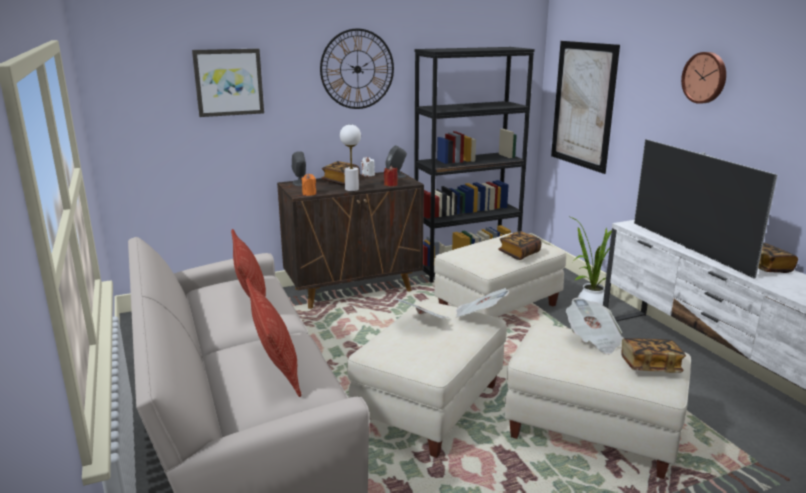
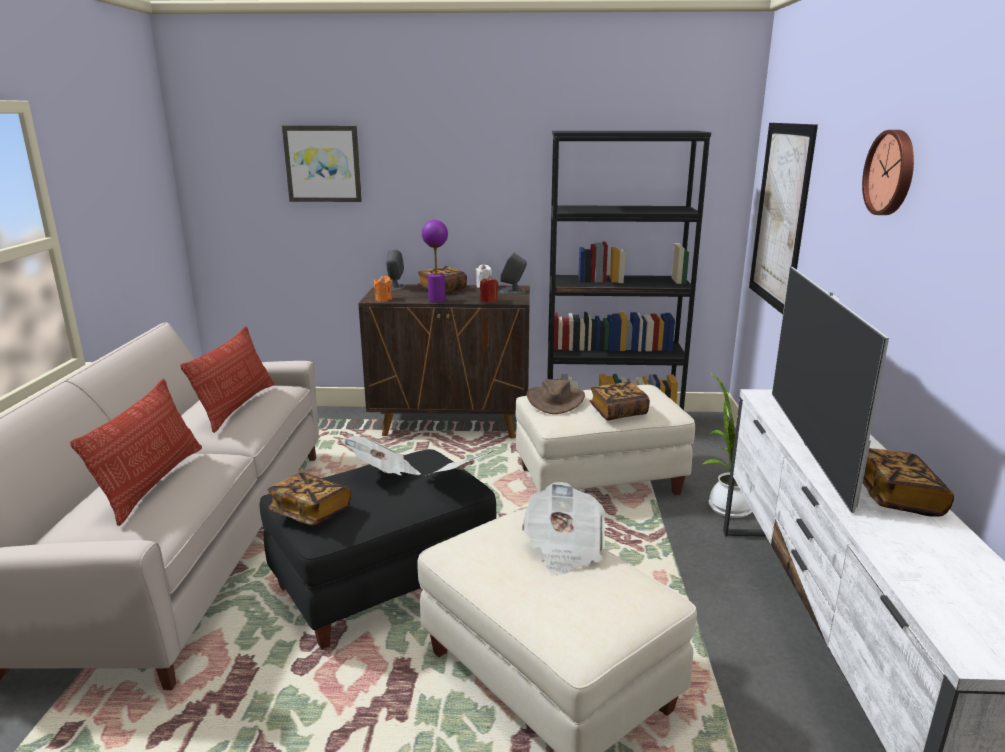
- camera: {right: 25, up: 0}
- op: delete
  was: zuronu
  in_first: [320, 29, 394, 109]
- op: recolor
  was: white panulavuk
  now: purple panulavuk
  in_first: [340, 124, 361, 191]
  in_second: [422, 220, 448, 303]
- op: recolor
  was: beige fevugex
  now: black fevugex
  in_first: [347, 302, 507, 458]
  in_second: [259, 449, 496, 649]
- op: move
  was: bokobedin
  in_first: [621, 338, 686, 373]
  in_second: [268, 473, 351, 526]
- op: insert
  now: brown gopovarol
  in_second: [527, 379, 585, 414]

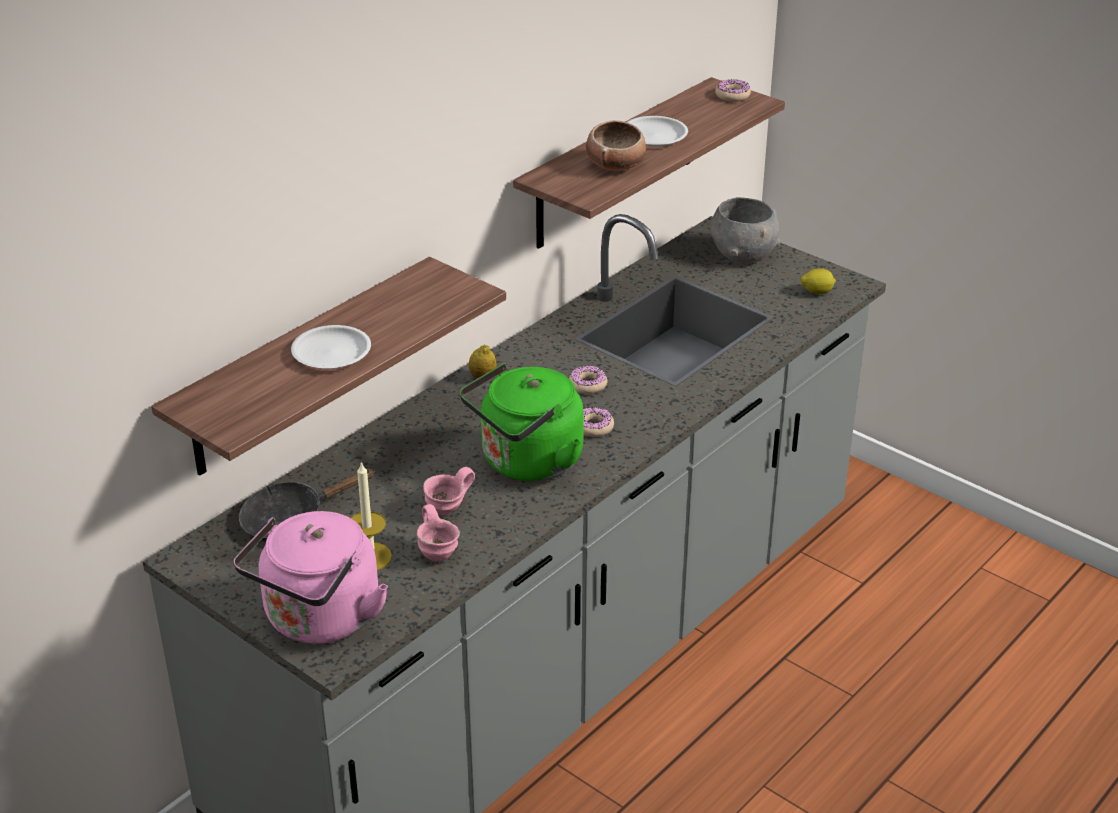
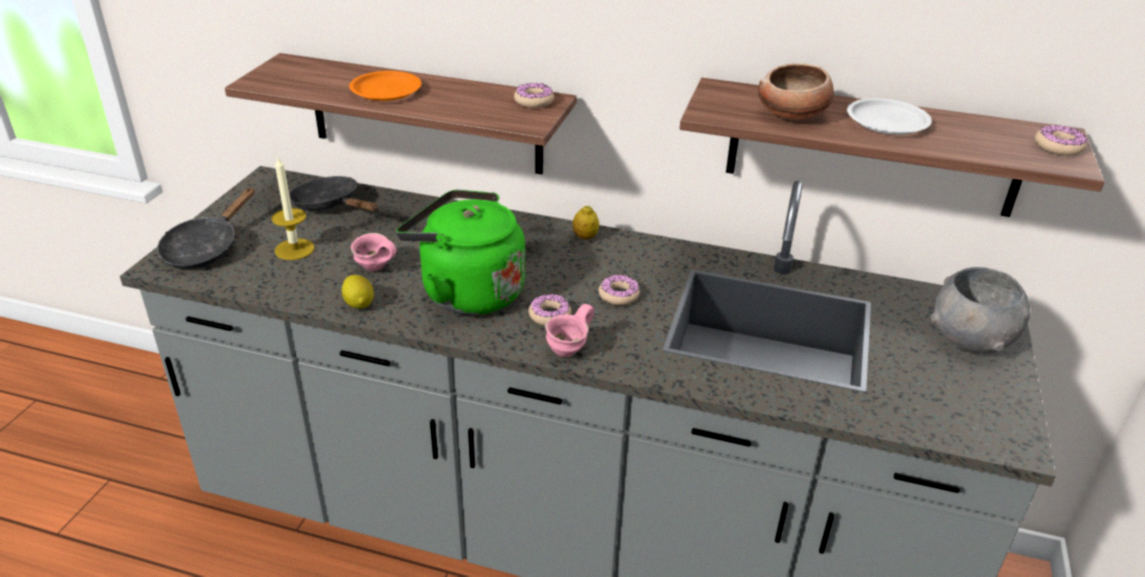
- camera: {right: 65, up: 0}
- op: move
  was: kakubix
  in_first: [801, 268, 836, 294]
  in_second: [342, 275, 374, 309]
- op: recolor
  was: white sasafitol
  now: orange sasafitol
  in_first: [291, 325, 371, 369]
  in_second: [349, 71, 422, 101]
- op: move
  was: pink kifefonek
  in_first: [417, 504, 460, 562]
  in_second: [545, 304, 594, 357]
- op: replace
  was: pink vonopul
  now: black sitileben
  in_first: [233, 511, 388, 644]
  in_second: [157, 187, 255, 269]
- op: insert
  now: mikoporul
  in_second: [514, 83, 554, 108]

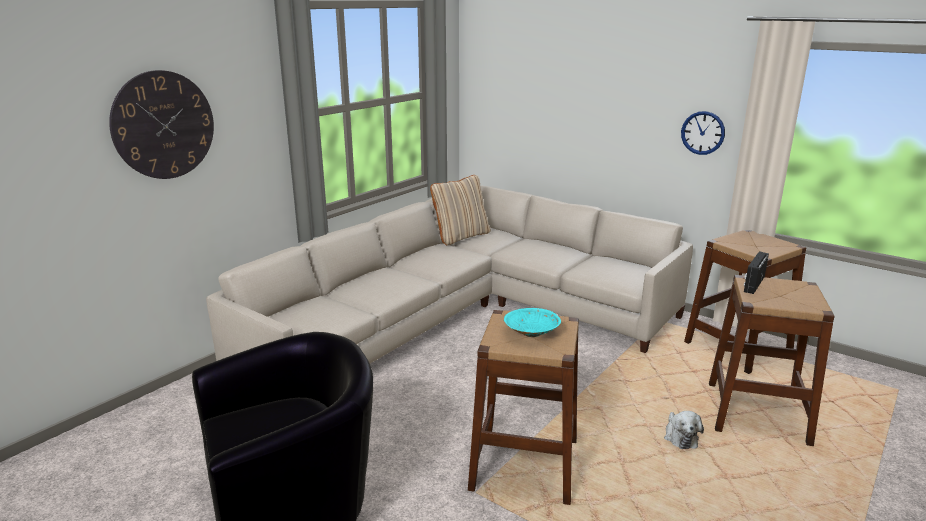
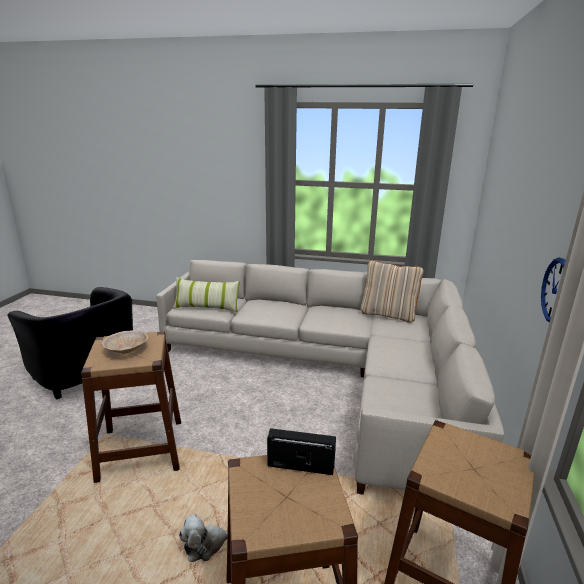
- camera: {right: 65, up: 0}
- op: delete
  was: zuronu
  in_first: [109, 70, 214, 179]
- op: recolor
  was: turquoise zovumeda
  now: beige zovumeda
  in_first: [504, 308, 561, 337]
  in_second: [102, 330, 148, 354]
- op: insert
  now: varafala
  in_second: [173, 277, 240, 312]

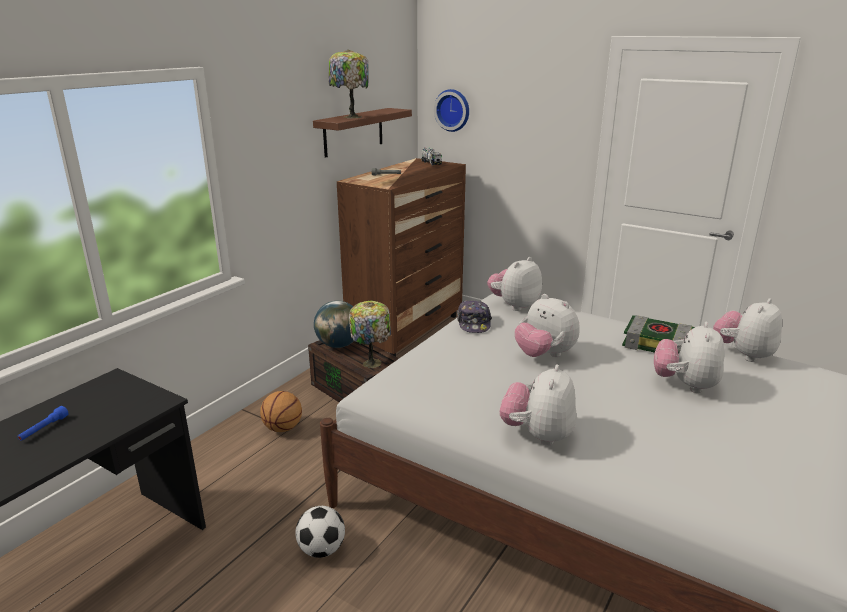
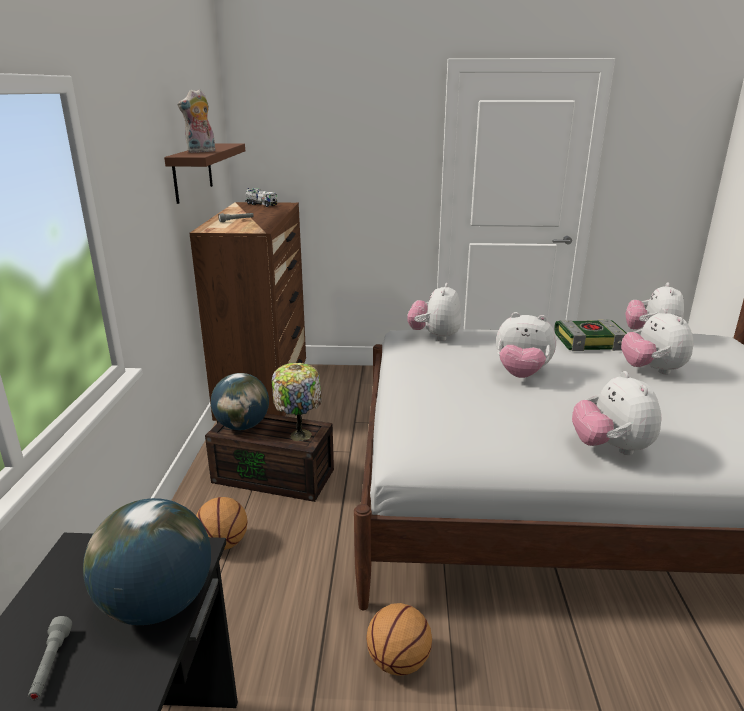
- camera: {right: -30, up: 0}
- op: replace
  was: panulavuk
  now: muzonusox
  in_first: [329, 49, 369, 118]
  in_second: [178, 89, 215, 153]
- op: delete
  was: zuronu
  in_first: [434, 89, 469, 132]
- op: delete
  was: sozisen
  in_first: [457, 300, 492, 333]
- op: recolor
  was: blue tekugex
  now: grey tekugex
  in_first: [17, 406, 68, 441]
  in_second: [28, 616, 72, 700]
- op: replace
  was: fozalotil
  now: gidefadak
  in_first: [295, 506, 345, 558]
  in_second: [366, 603, 432, 676]
- op: insert
  now: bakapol
  in_second: [83, 498, 211, 625]

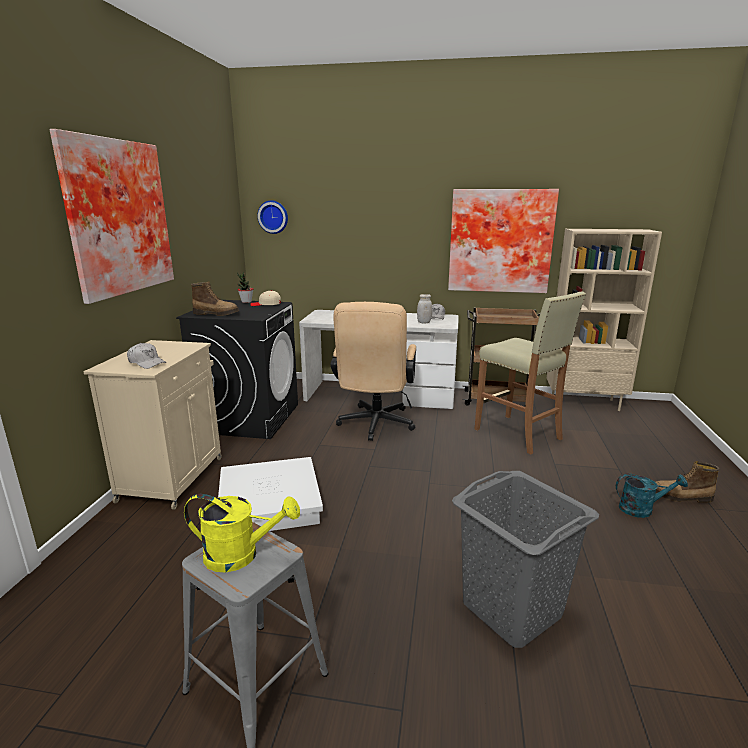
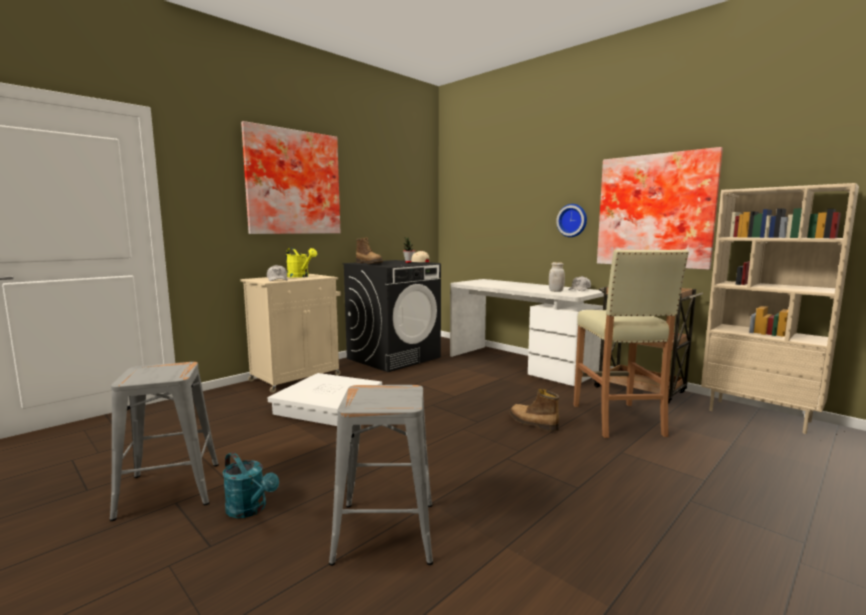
- camera: {right: 35, up: -10}
- op: move
  was: zuronu
  in_first: [257, 200, 288, 234]
  in_second: [556, 204, 587, 237]
- op: delete
  was: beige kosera
  in_first: [331, 302, 416, 441]
- op: move
  was: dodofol
  in_first: [655, 461, 719, 503]
  in_second: [510, 389, 559, 431]
- op: replace
  was: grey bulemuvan
  now: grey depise
  in_first: [452, 471, 599, 648]
  in_second: [329, 385, 433, 566]
- op: move
  was: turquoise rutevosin
  in_first: [616, 473, 688, 518]
  in_second: [223, 452, 279, 518]
- op: move
  was: yellow rutevosin
  in_first: [184, 494, 300, 572]
  in_second: [286, 248, 317, 278]

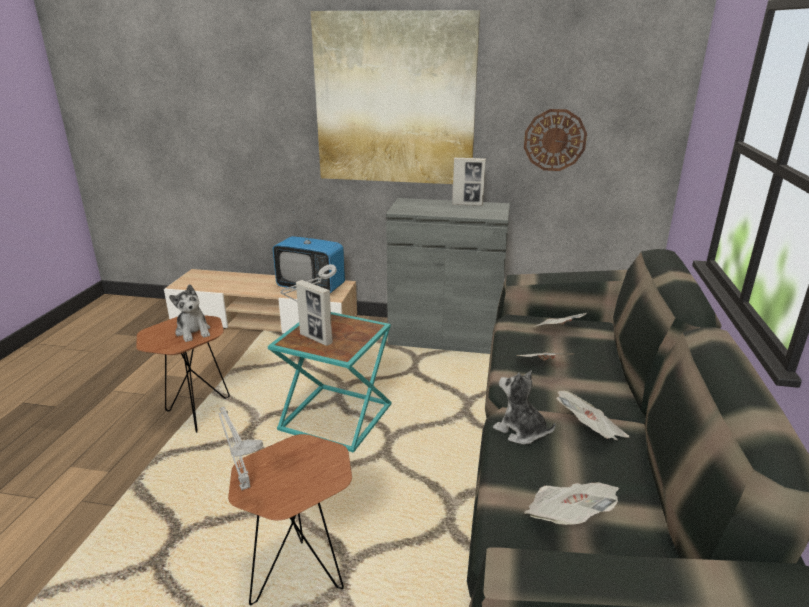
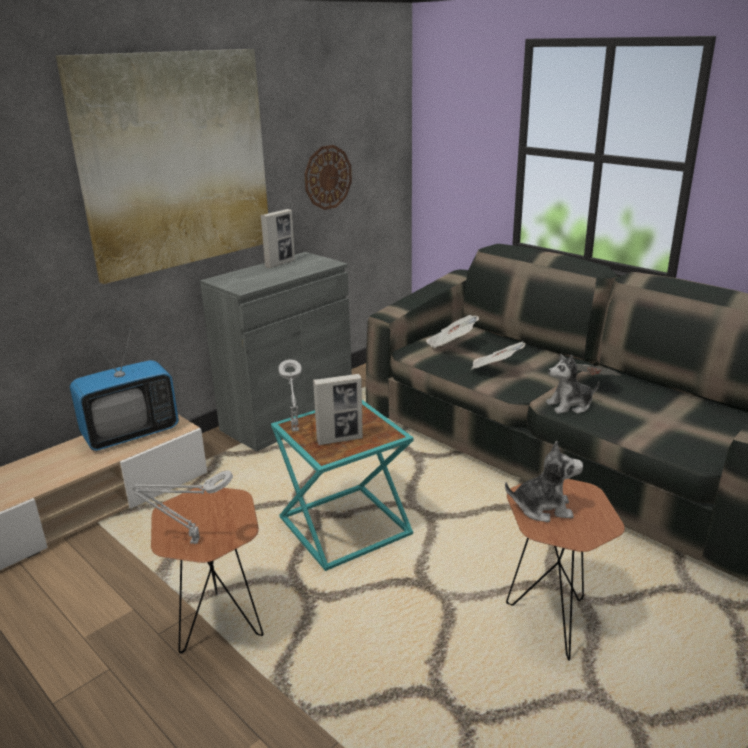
- camera: {right: -55, up: 0}
- op: move
  was: muzonusox
  in_first: [169, 284, 210, 342]
  in_second: [505, 441, 583, 522]
- op: move
  was: grey panulavuk
  in_first: [219, 407, 263, 490]
  in_second: [132, 470, 233, 544]
- op: delete
  was: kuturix
  in_first: [524, 482, 619, 525]

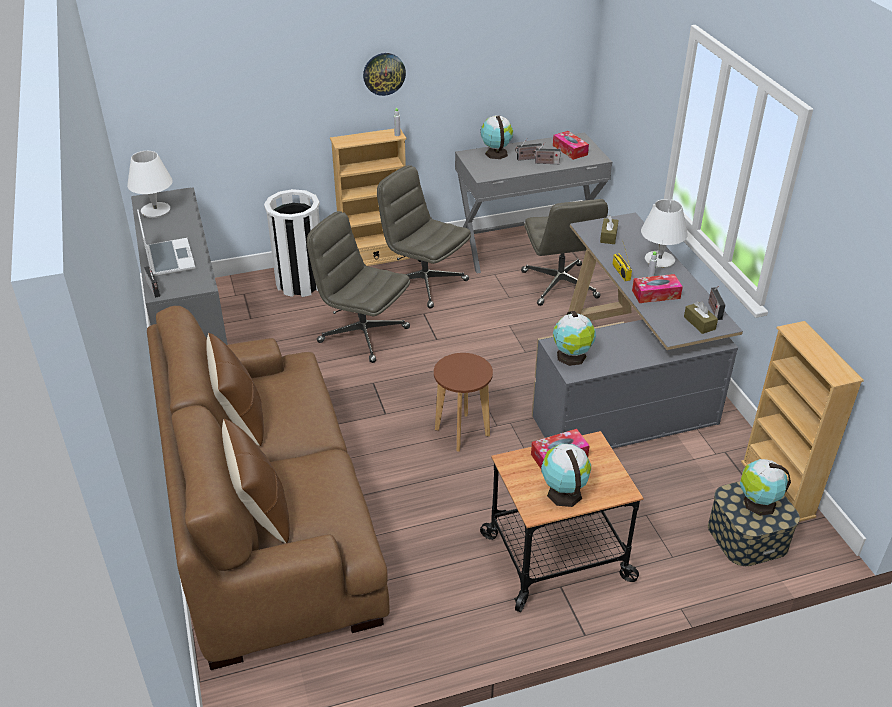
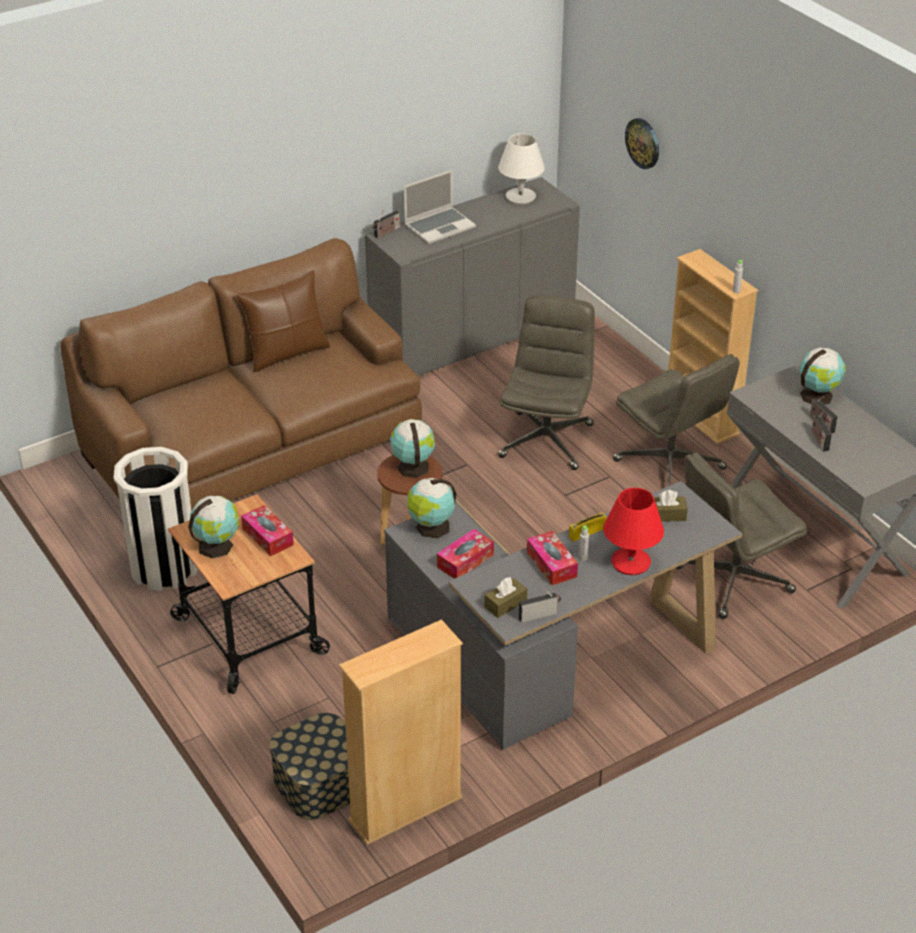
- camera: {right: 75, up: 0}
- op: move
  was: zuronu
  in_first: [363, 53, 406, 96]
  in_second: [625, 118, 659, 169]
- op: move
  was: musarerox
  in_first: [553, 131, 589, 160]
  in_second: [437, 529, 494, 579]
- op: rotate
  was: grey kosera
  in_first: [377, 165, 471, 309]
  in_second: [613, 354, 740, 487]
  clockwise: 120
- op: move
  was: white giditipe
  in_first: [264, 189, 320, 297]
  in_second: [114, 447, 198, 591]
- op: recolor
  was: white panulavuk
  now: red panulavuk
  in_first: [641, 199, 688, 269]
  in_second: [603, 488, 664, 575]
- op: delete
  was: brown varafala
  in_first: [222, 419, 290, 543]
- op: move
  was: bakapol
  in_first: [740, 459, 791, 516]
  in_second: [390, 419, 435, 478]

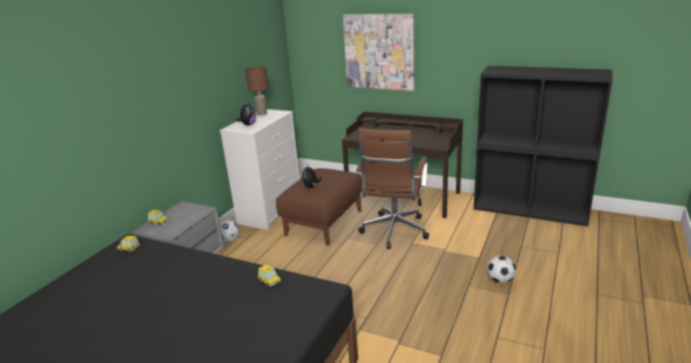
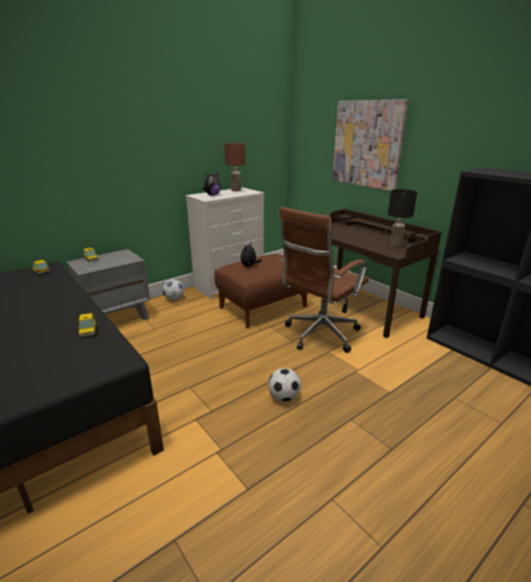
- camera: {right: 25, up: 0}
- op: move
  was: fozalotil
  in_first: [487, 255, 516, 283]
  in_second: [268, 368, 301, 401]
- op: insert
  now: black panulavuk
  in_second: [388, 189, 417, 247]

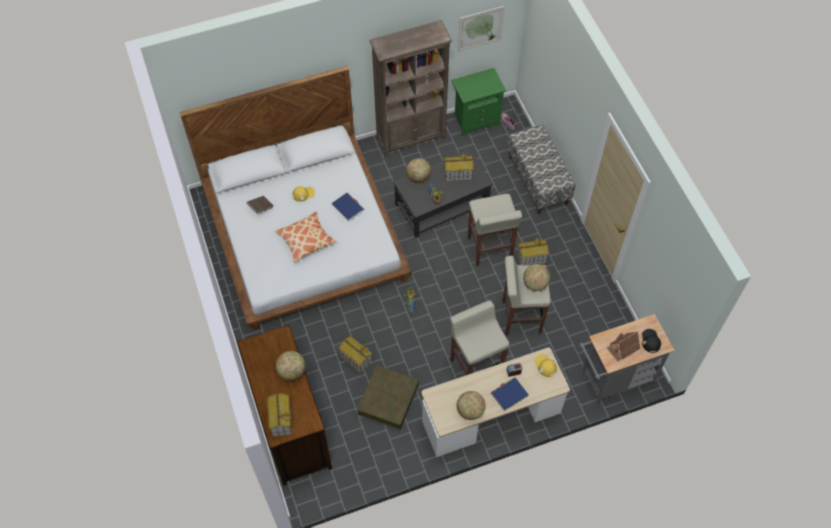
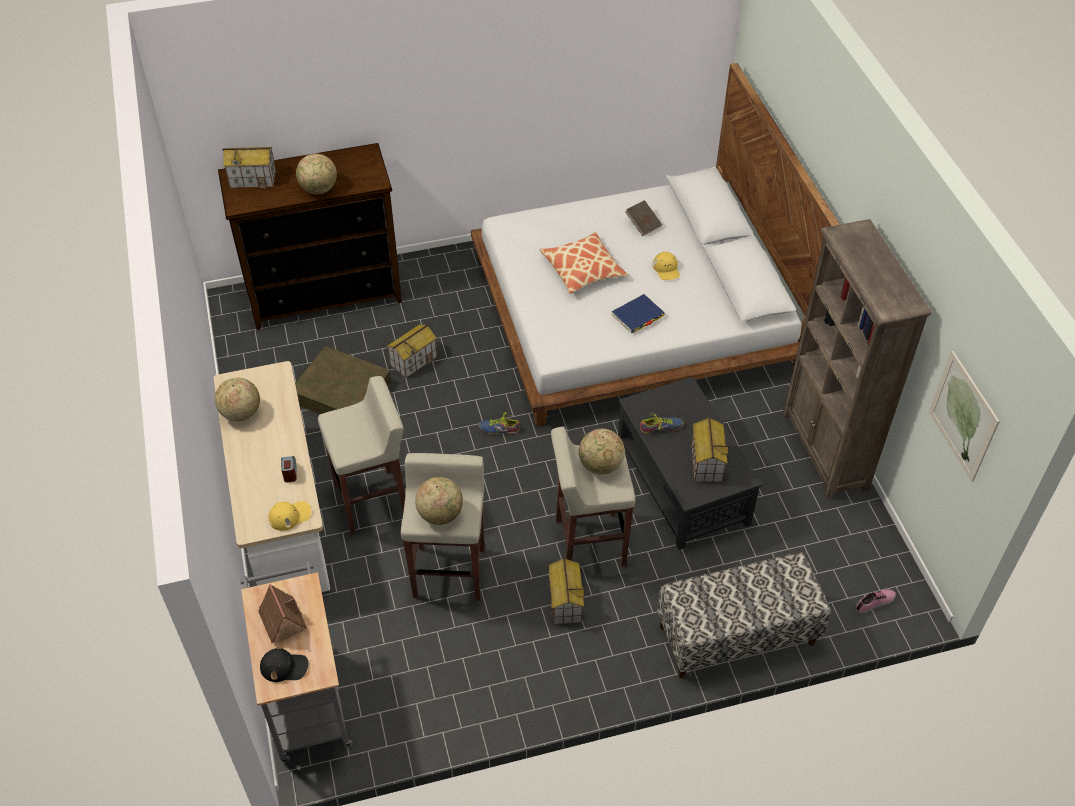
- camera: {right: 95, up: -10}
- op: delete
  was: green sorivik
  in_first: [451, 68, 506, 136]
- op: move
  was: bakapol
  in_first: [406, 158, 431, 183]
  in_second: [579, 429, 625, 475]
- op: delete
  was: blue bokobedin
  in_first: [491, 377, 529, 411]

